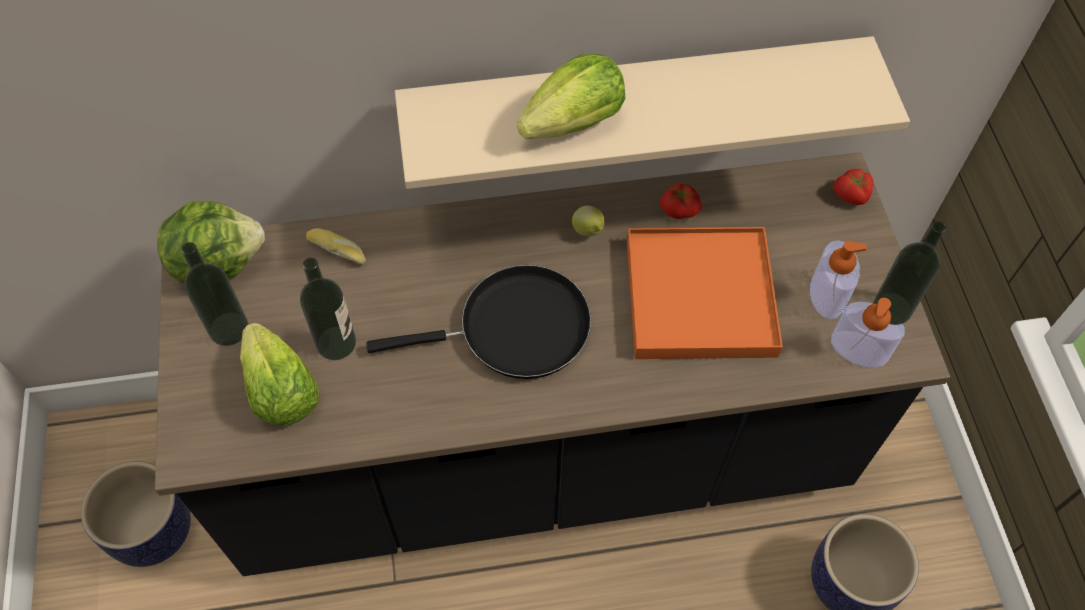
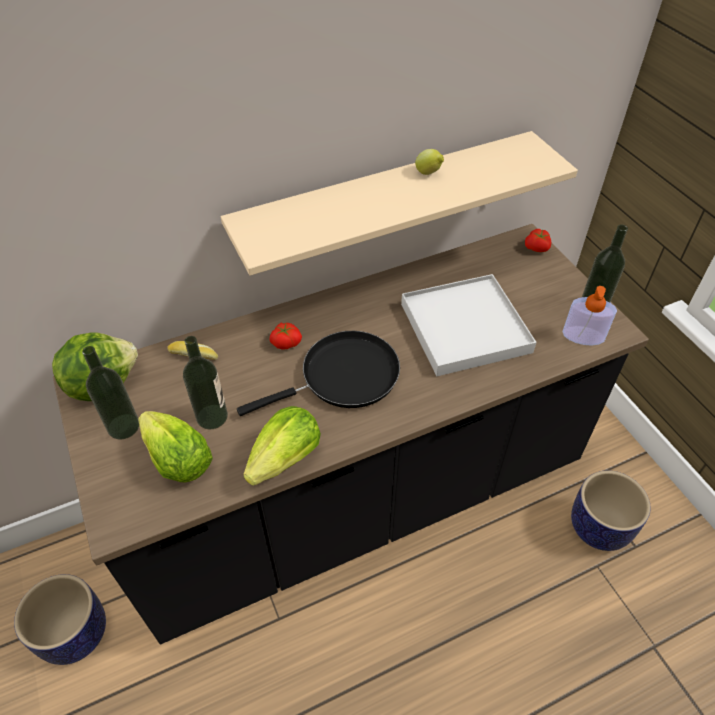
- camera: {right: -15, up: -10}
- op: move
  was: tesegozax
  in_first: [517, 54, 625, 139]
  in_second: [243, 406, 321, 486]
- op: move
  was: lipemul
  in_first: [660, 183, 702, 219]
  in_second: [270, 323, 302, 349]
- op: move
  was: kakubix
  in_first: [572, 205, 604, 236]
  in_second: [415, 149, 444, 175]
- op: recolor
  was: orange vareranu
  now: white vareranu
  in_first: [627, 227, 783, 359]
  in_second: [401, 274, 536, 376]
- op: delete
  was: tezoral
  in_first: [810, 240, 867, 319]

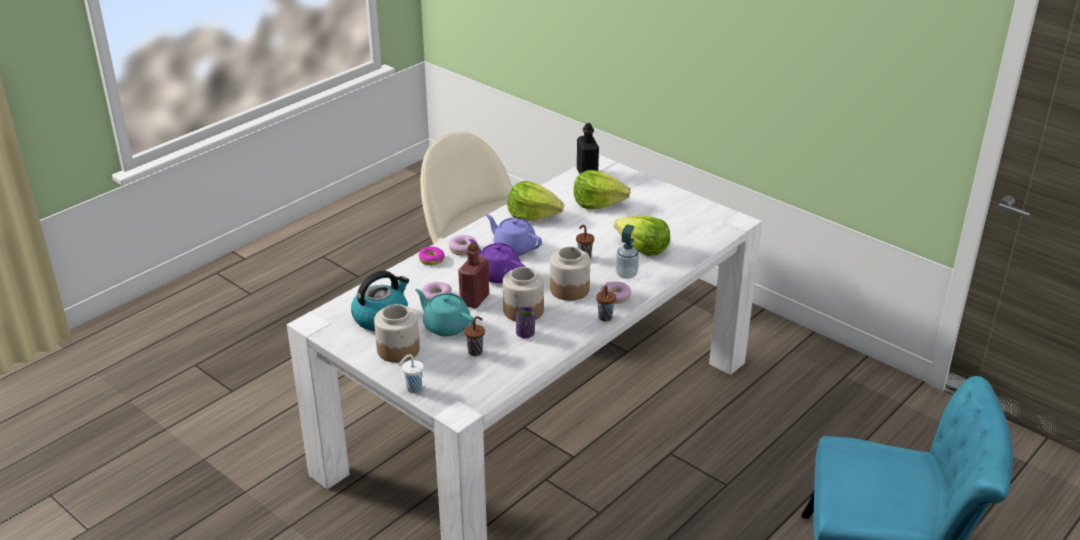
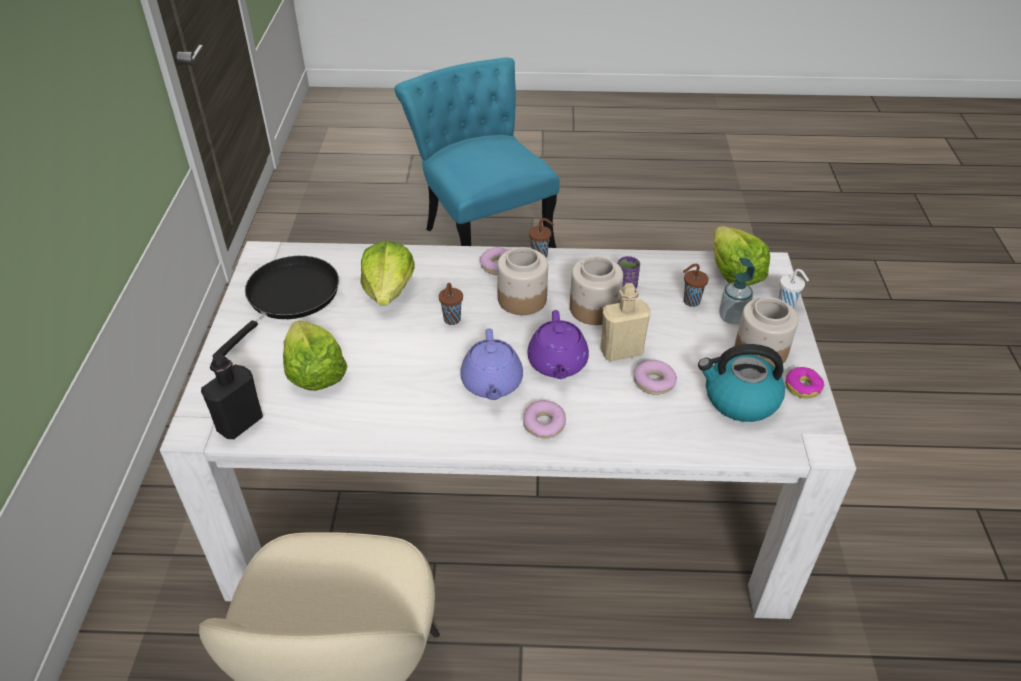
- camera: {right: -130, up: 10}
- op: move
  was: tesegozax
  in_first: [507, 181, 564, 221]
  in_second: [713, 226, 770, 286]
- op: move
  was: tezoral
  in_first: [616, 224, 639, 279]
  in_second: [719, 258, 755, 325]
- op: recolor
  was: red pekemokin
  now: beige pekemokin
  in_first: [458, 243, 489, 308]
  in_second: [600, 283, 650, 362]
- op: move
  was: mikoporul
  in_first: [419, 247, 445, 265]
  in_second: [785, 367, 824, 398]
- op: delete
  was: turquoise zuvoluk
  in_first: [415, 289, 474, 337]
- op: insert
  now: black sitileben
  in_second: [212, 256, 339, 357]

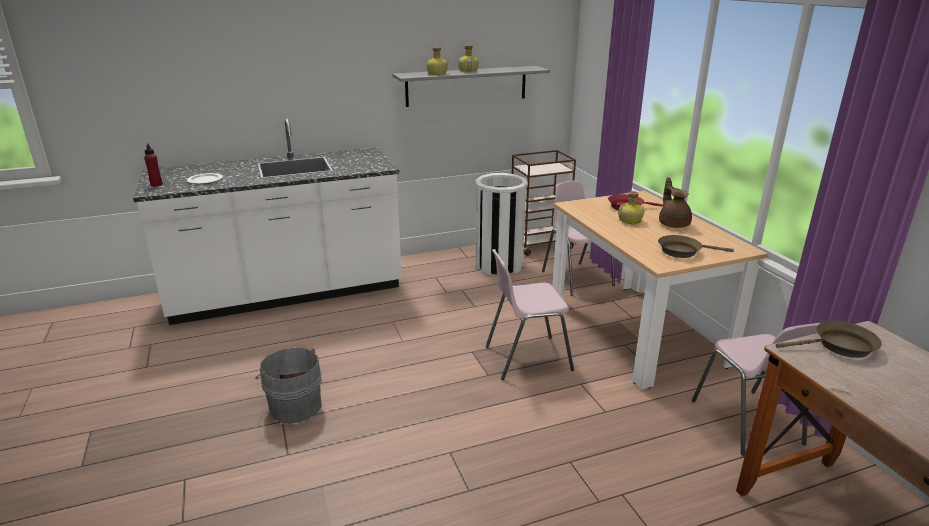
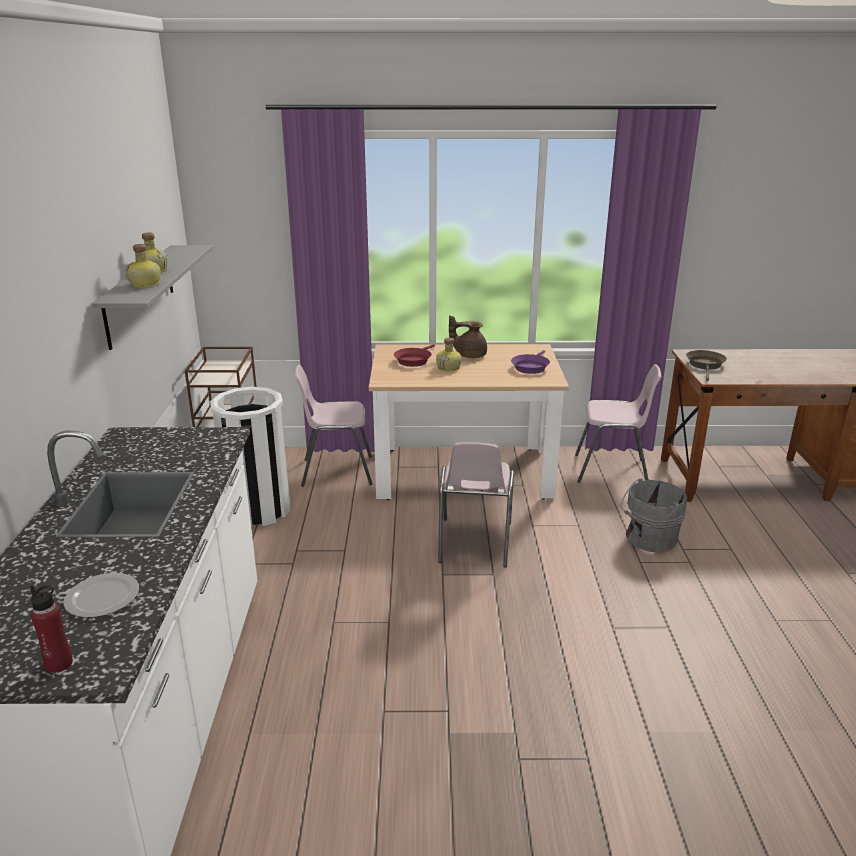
- camera: {right: -70, up: 0}
- op: recolor
  was: brown sitileben
  now: purple sitileben
  in_first: [658, 235, 734, 258]
  in_second: [511, 350, 550, 374]
- op: move
  was: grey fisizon
  in_first: [255, 347, 322, 424]
  in_second: [621, 478, 687, 552]

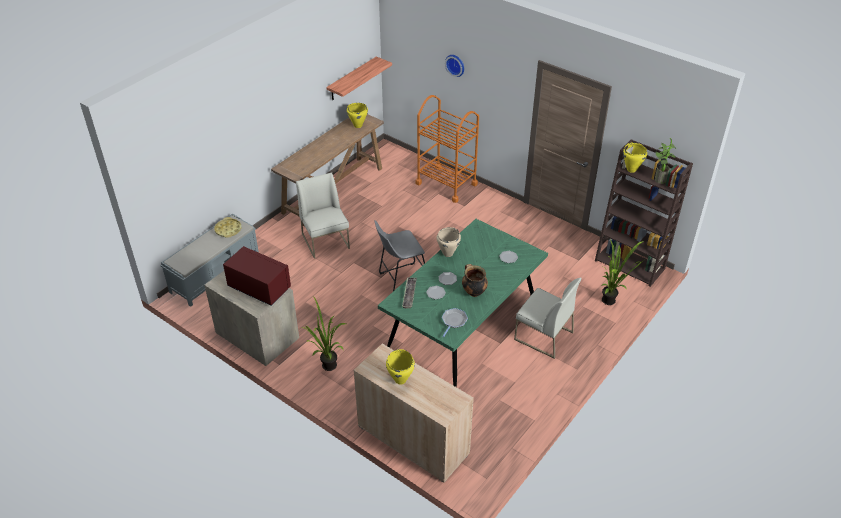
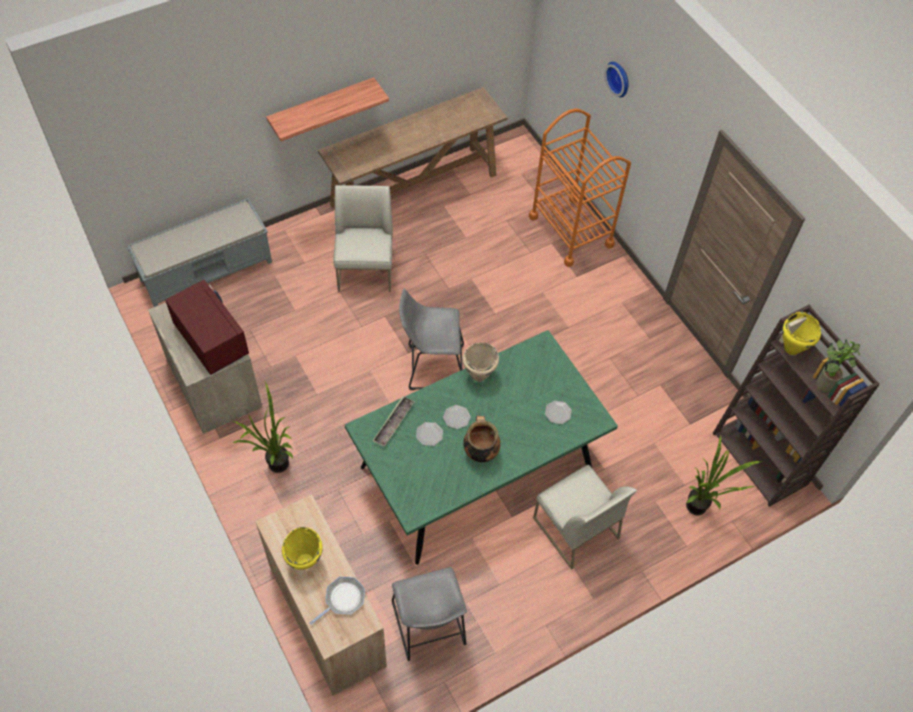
- camera: {right: 20, up: 15}
- op: move
  was: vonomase
  in_first: [326, 56, 392, 100]
  in_second: [266, 77, 389, 141]
- op: delete
  was: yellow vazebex
  in_first: [347, 103, 368, 128]
- op: delete
  was: yellow vareranu
  in_first: [214, 217, 241, 238]
- op: move
  was: sitileben
  in_first: [442, 308, 468, 337]
  in_second: [310, 577, 365, 625]
- op: insert
  now: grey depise
  in_second: [392, 567, 467, 661]

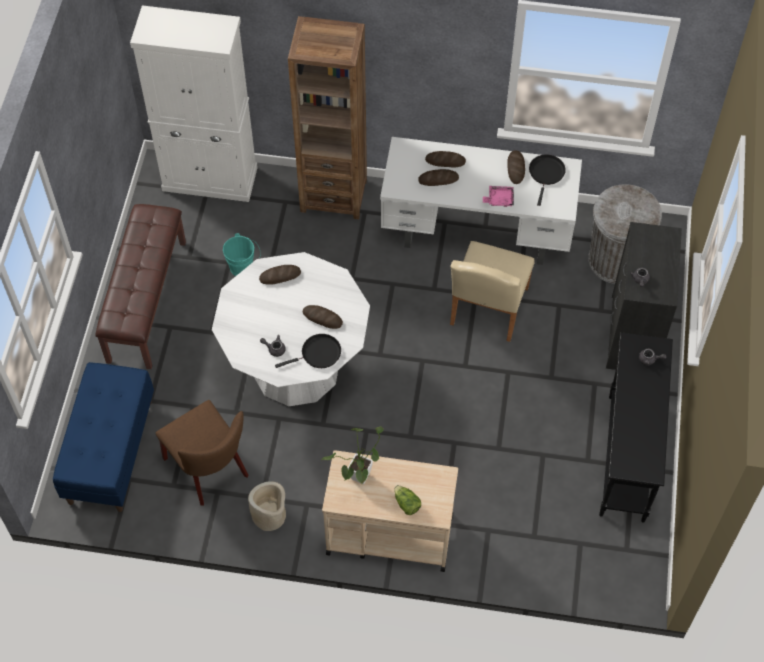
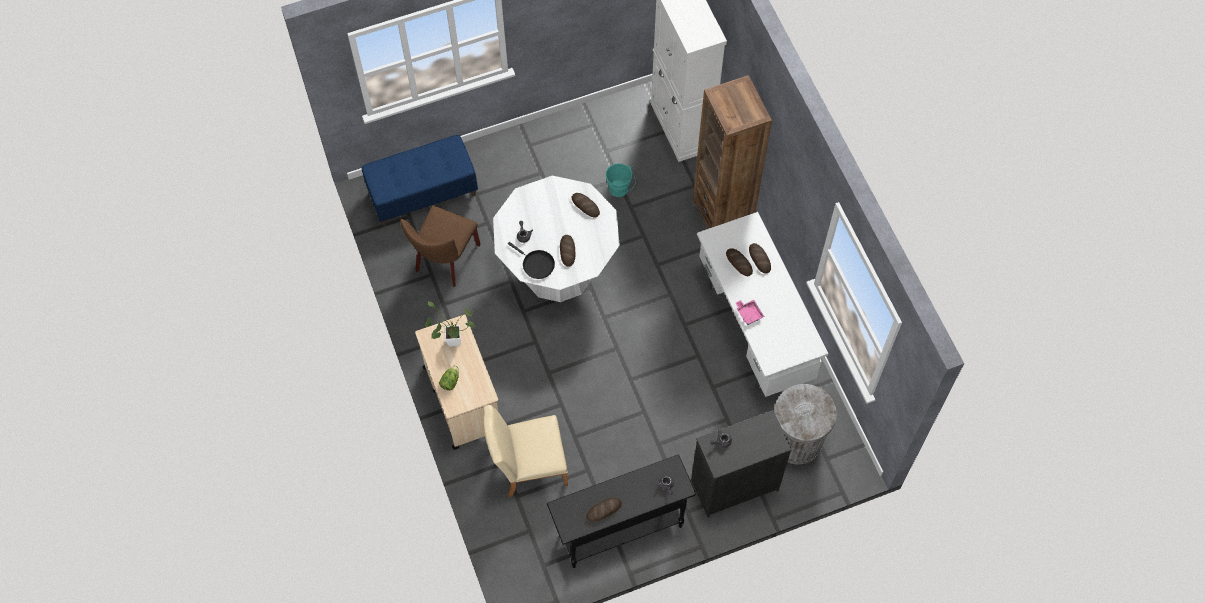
- camera: {right: 60, up: 5}
- op: move
  was: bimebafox
  in_first: [507, 150, 525, 184]
  in_second: [586, 498, 622, 522]
- op: delete
  was: black sitileben
  in_first: [529, 155, 566, 206]
- op: delete
  was: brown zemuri
  in_first: [95, 204, 186, 369]
- op: move
  was: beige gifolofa
  in_first: [450, 241, 535, 342]
  in_second: [483, 405, 568, 497]
- op: delete
  was: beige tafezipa
  in_first: [248, 481, 286, 531]

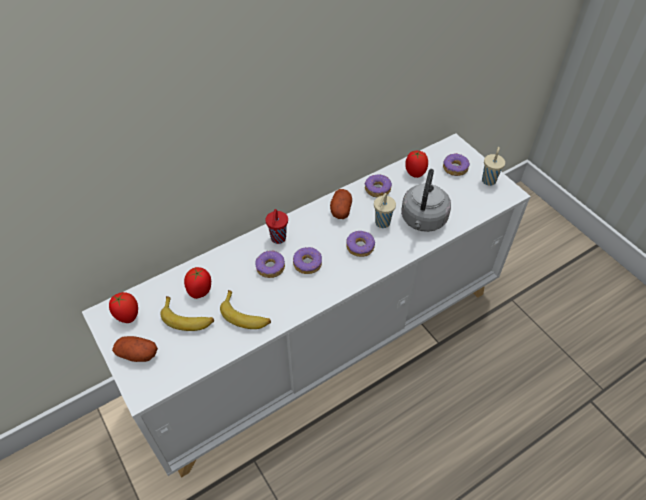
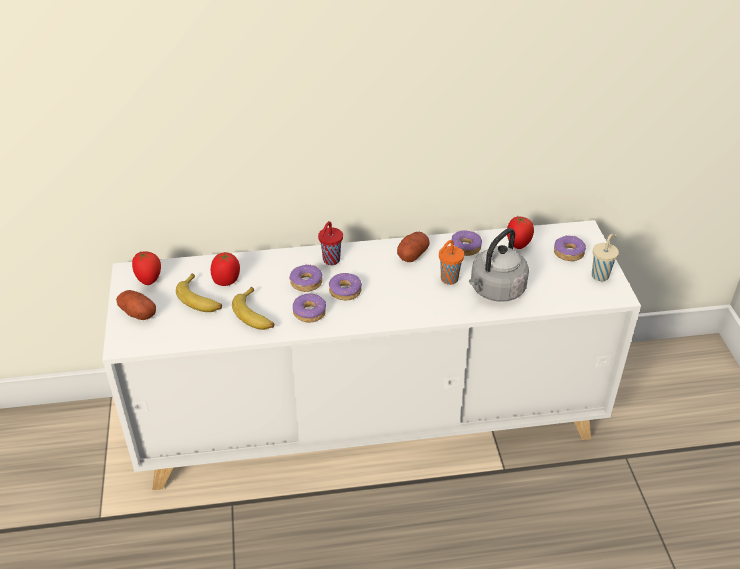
- camera: {right: 25, up: -10}
- op: recolor
  was: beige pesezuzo
  now: orange pesezuzo
  in_first: [374, 193, 396, 228]
  in_second: [439, 240, 464, 285]
- op: move
  was: mikoporul
  in_first: [346, 231, 375, 257]
  in_second: [293, 294, 326, 323]

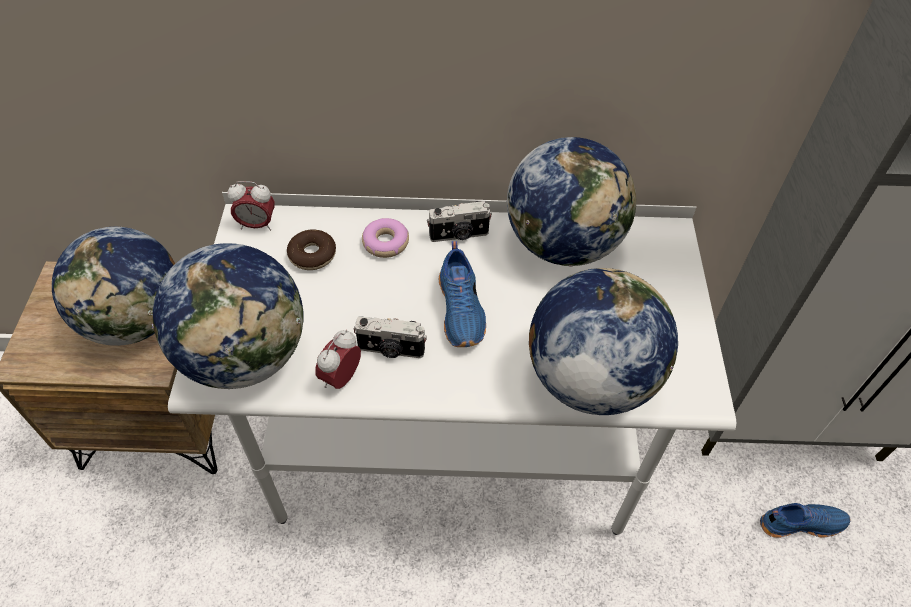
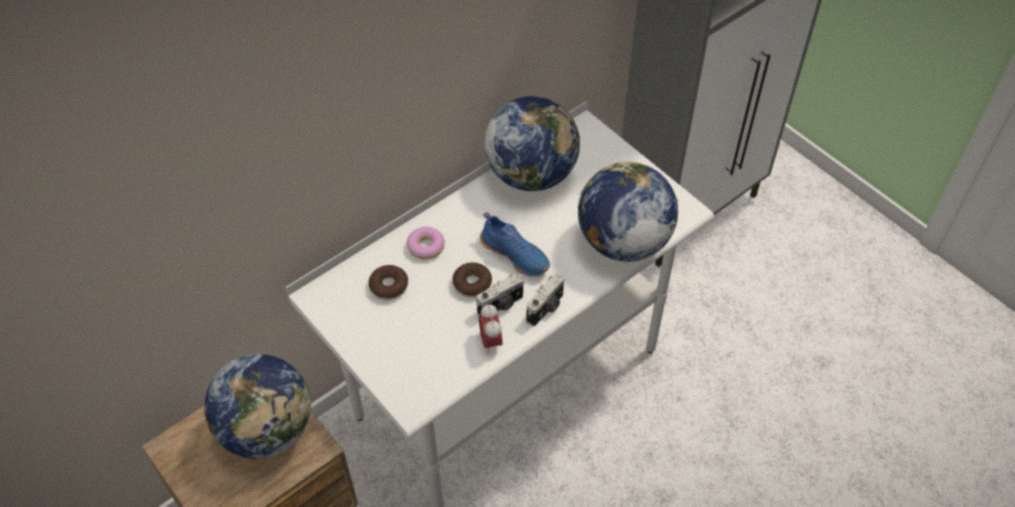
- camera: {right: -40, up: 0}
- op: delete
  was: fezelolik
  in_first: [227, 181, 275, 231]
- op: move
  was: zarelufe
  in_first: [427, 201, 492, 242]
  in_second: [526, 274, 564, 327]
- op: delete
  was: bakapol
  in_first: [152, 243, 303, 389]
- op: delete
  was: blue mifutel
  in_first: [760, 503, 850, 538]
- op: insert
  now: mikoporul
  in_second: [452, 263, 492, 297]

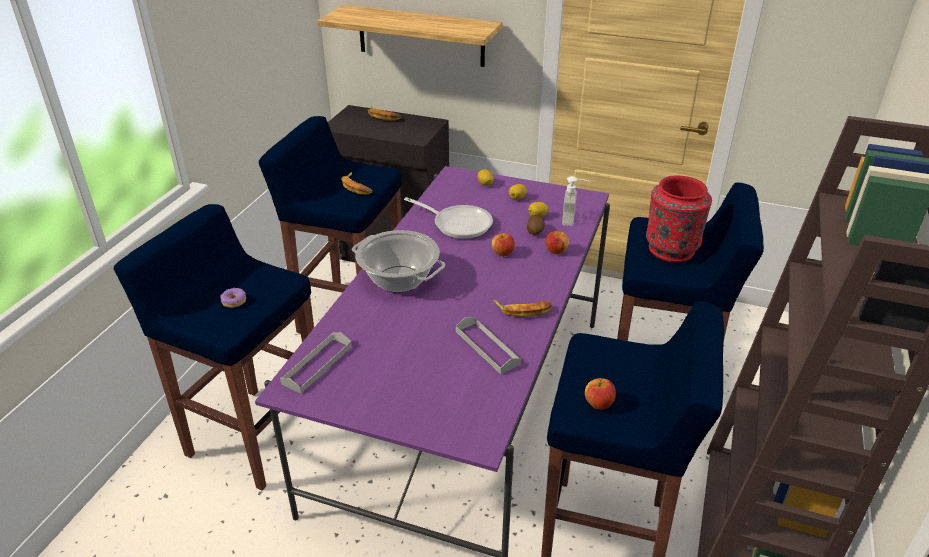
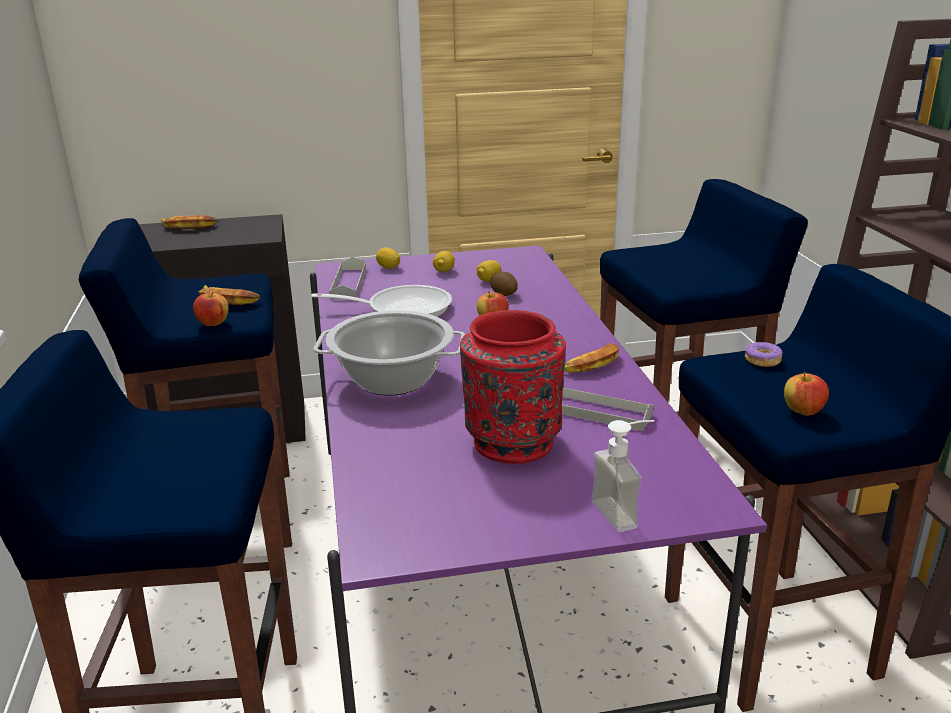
- camera: {right: -30, up: -10}
- op: delete
  was: vonomase
  in_first: [317, 5, 502, 67]
- op: move
  was: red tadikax
  in_first: [646, 175, 712, 262]
  in_second: [460, 310, 566, 464]
- op: move
  was: tezoral
  in_first: [562, 176, 589, 226]
  in_second: [591, 420, 654, 532]
- op: move
  was: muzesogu
  in_first: [546, 231, 569, 254]
  in_second: [193, 292, 229, 326]
- op: move
  was: mikoporul
  in_first: [220, 287, 246, 308]
  in_second: [745, 342, 783, 367]
- op: move
  was: grey vareranu
  in_first: [280, 332, 352, 394]
  in_second: [329, 257, 366, 299]

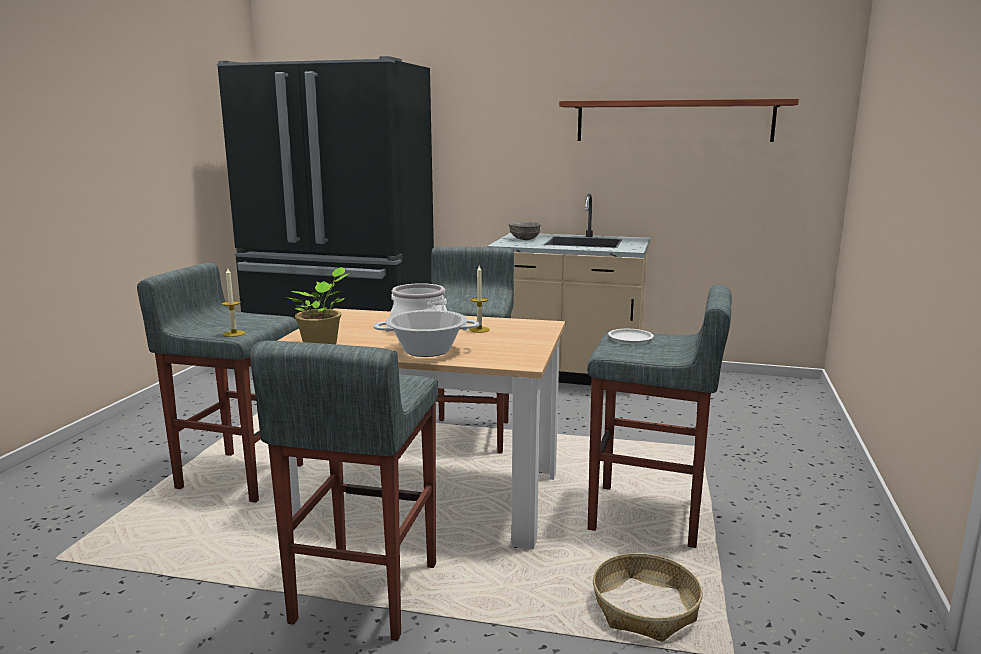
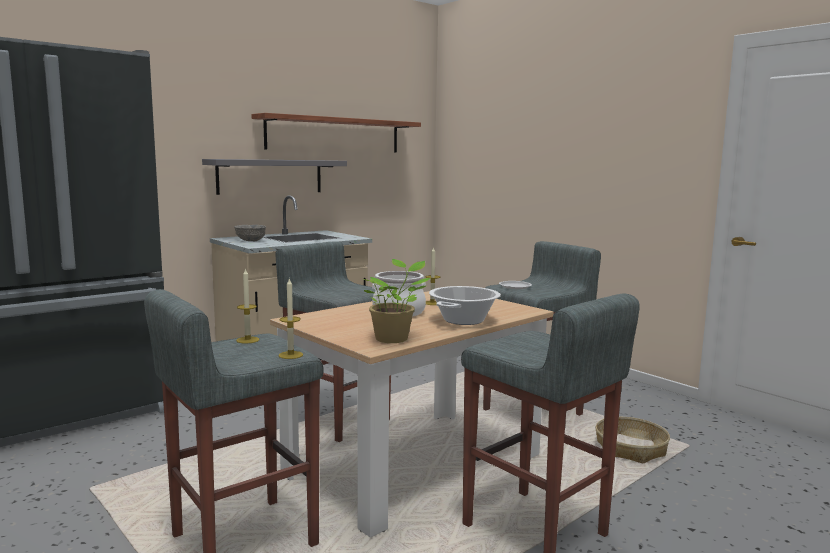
- camera: {right: -55, up: -5}
- op: insert
  now: grey vonomase
  in_second: [202, 159, 347, 195]
- op: insert
  now: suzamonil
  in_second: [236, 268, 259, 344]

